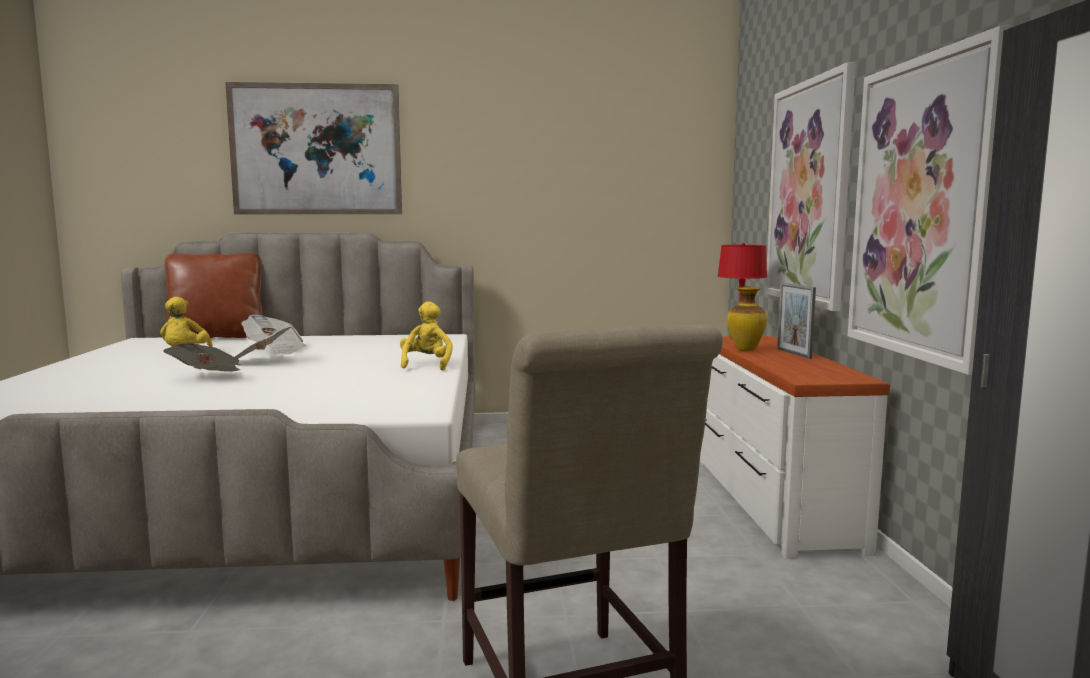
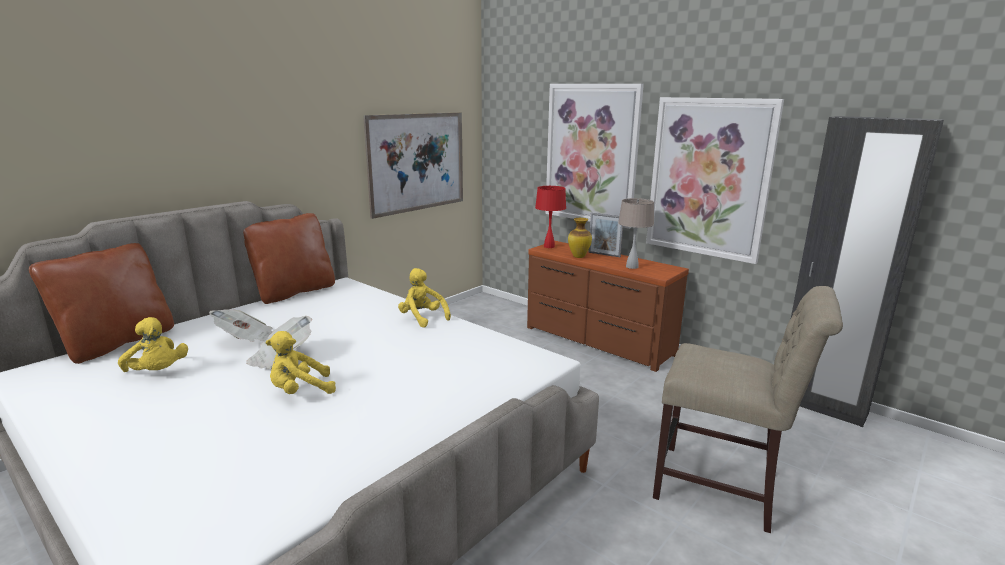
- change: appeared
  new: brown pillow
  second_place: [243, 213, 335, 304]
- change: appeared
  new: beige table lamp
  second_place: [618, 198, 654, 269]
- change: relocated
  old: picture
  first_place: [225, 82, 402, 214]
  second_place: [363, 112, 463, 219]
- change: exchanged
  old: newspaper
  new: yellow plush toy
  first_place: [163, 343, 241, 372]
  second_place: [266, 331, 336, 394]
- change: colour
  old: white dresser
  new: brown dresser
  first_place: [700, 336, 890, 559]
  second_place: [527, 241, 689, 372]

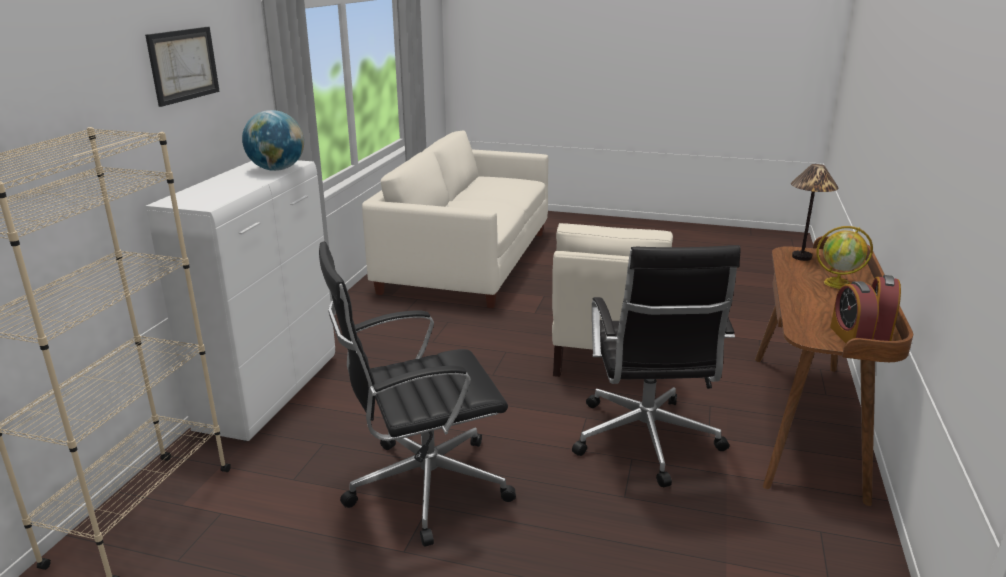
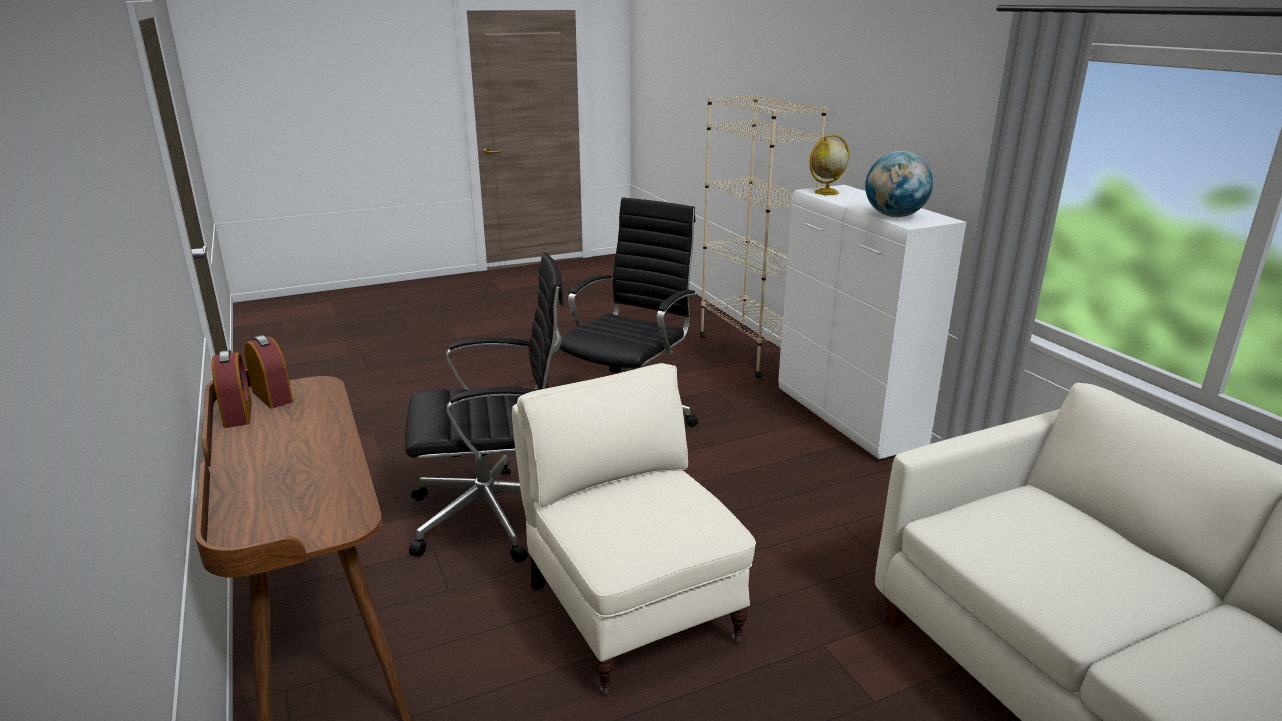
- change: missing
  old: picture
  first_place: [145, 27, 220, 107]
- change: missing
  old: table lamp
  first_place: [791, 164, 838, 261]
- change: relocated
  old: globe
  first_place: [816, 226, 873, 289]
  second_place: [810, 134, 849, 195]
- change: spun
  old: black office chair
  first_place: [572, 245, 741, 487]
  second_place: [405, 252, 564, 563]
  degrees: 120

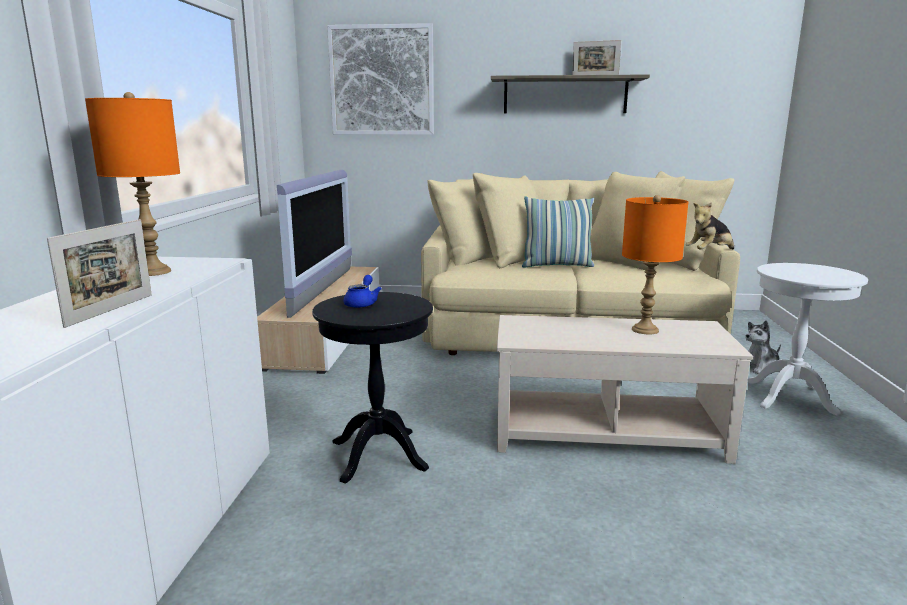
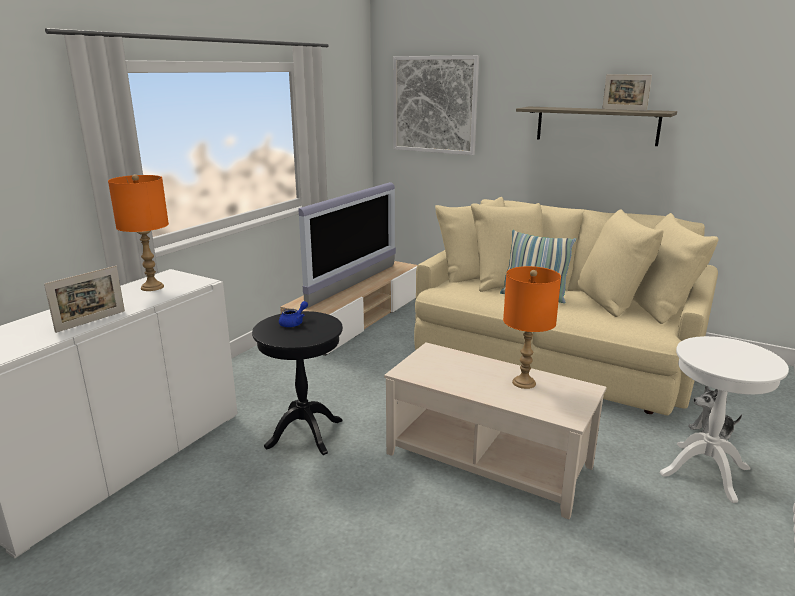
- change: missing
  old: plush toy
  first_place: [686, 202, 734, 250]

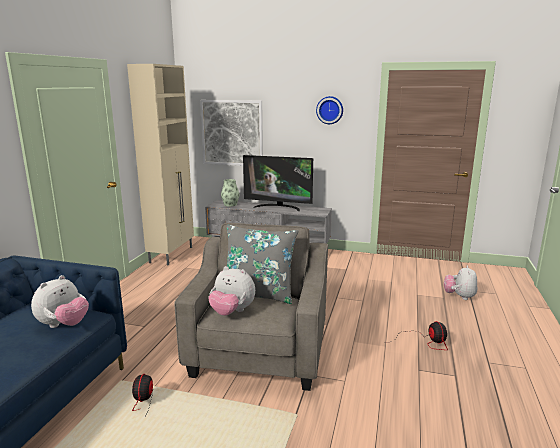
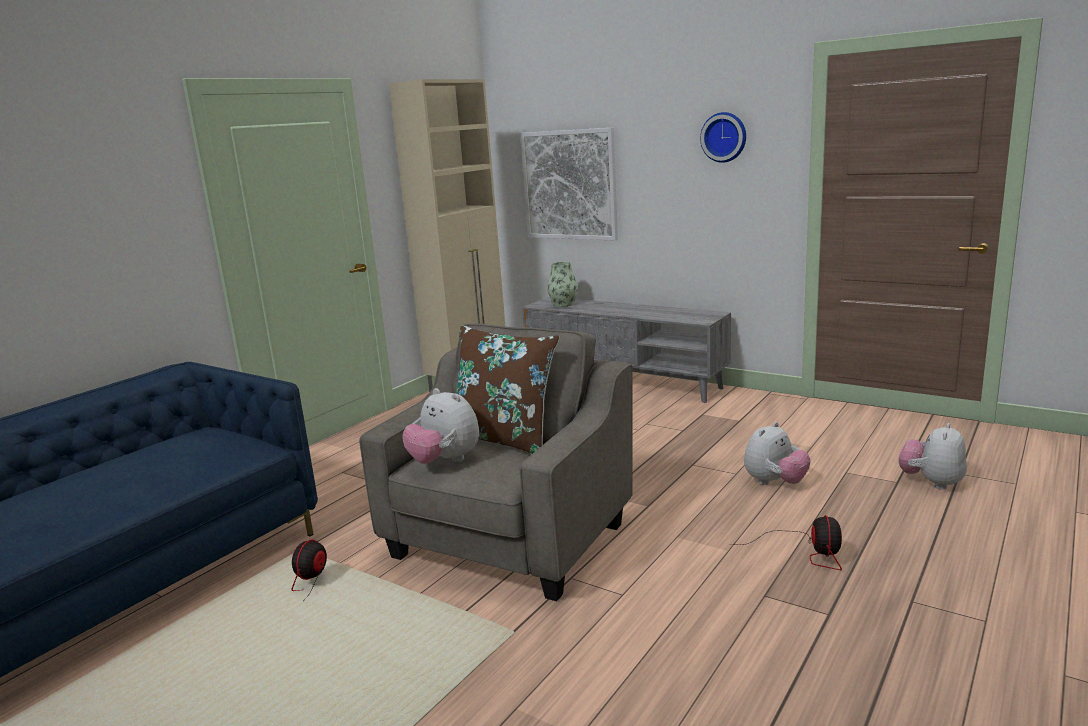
- change: missing
  old: television
  first_place: [243, 155, 313, 211]
- change: relocated
  old: plush toy
  first_place: [31, 275, 89, 328]
  second_place: [744, 422, 810, 485]
- change: colour
  old: grey pillow
  new: brown pillow
  first_place: [227, 225, 299, 304]
  second_place: [456, 325, 559, 454]

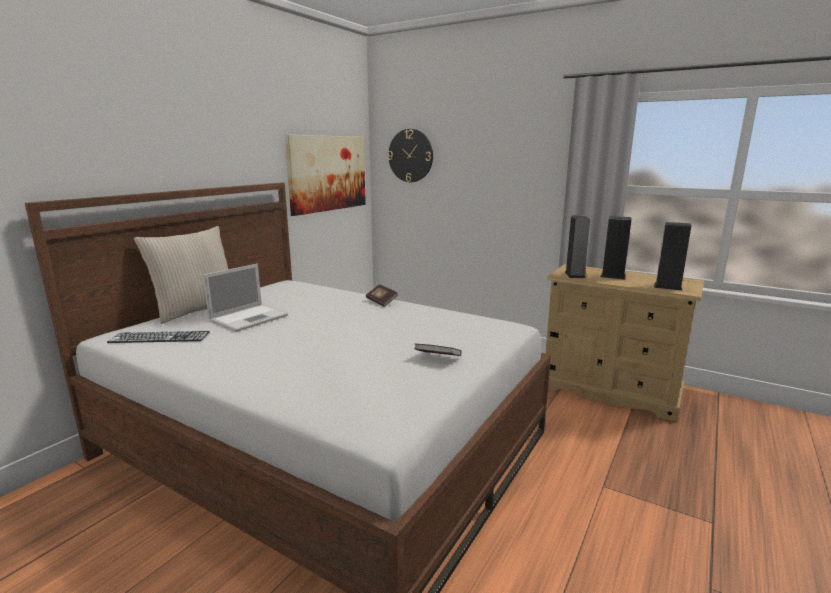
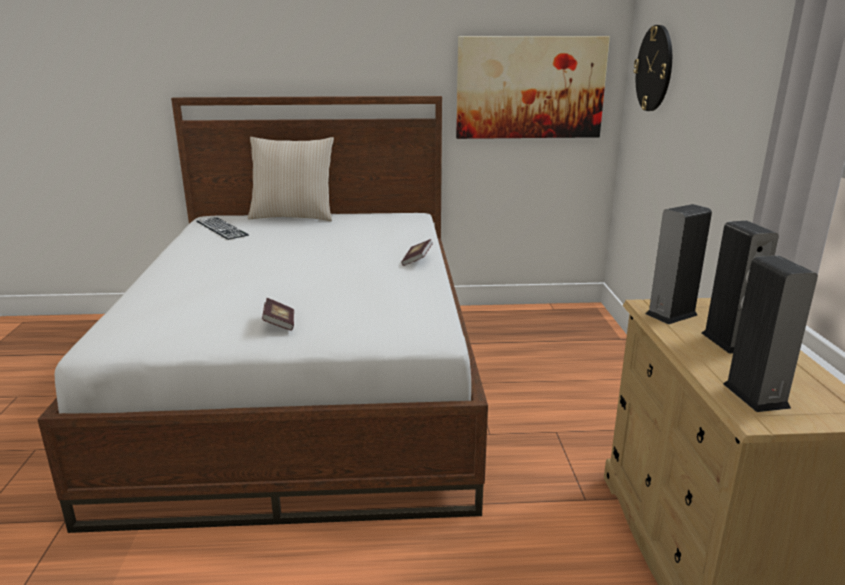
- change: missing
  old: laptop
  first_place: [203, 264, 288, 332]

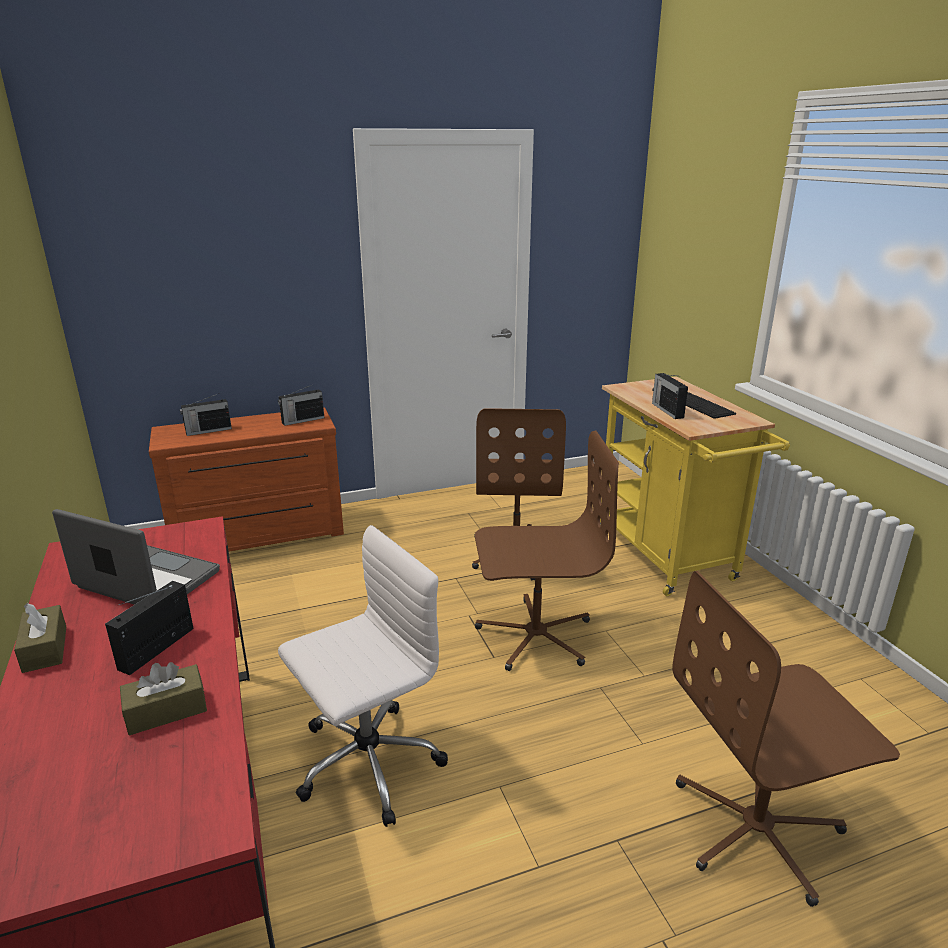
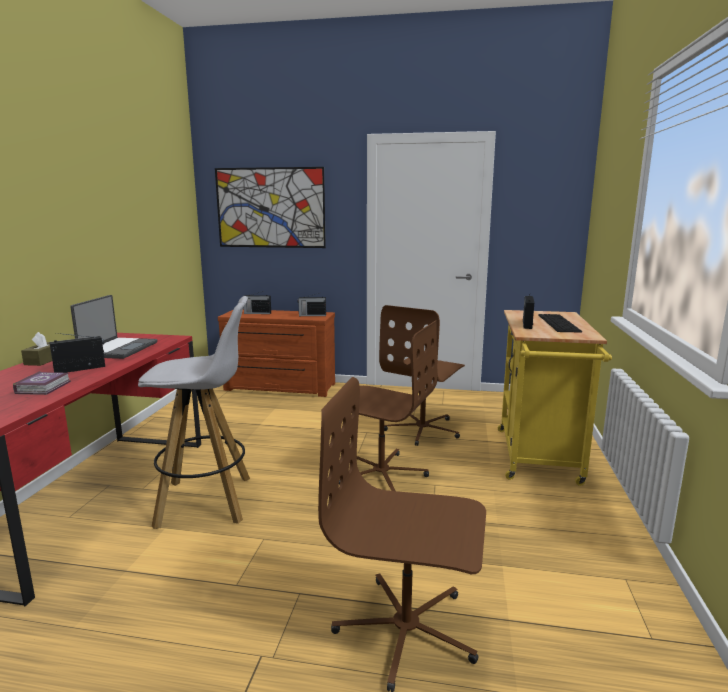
- change: appeared
  new: picture
  second_place: [215, 167, 326, 248]
- change: exchanged
  old: brown tissue box
  new: book
  first_place: [120, 662, 207, 735]
  second_place: [13, 371, 71, 395]
- change: exchanged
  old: white office chair
  new: white stool
  first_place: [278, 525, 448, 827]
  second_place: [138, 296, 250, 529]
- change: spun
  old: laptop
  first_place: [52, 509, 220, 605]
  second_place: [70, 295, 158, 359]
  degrees: 45

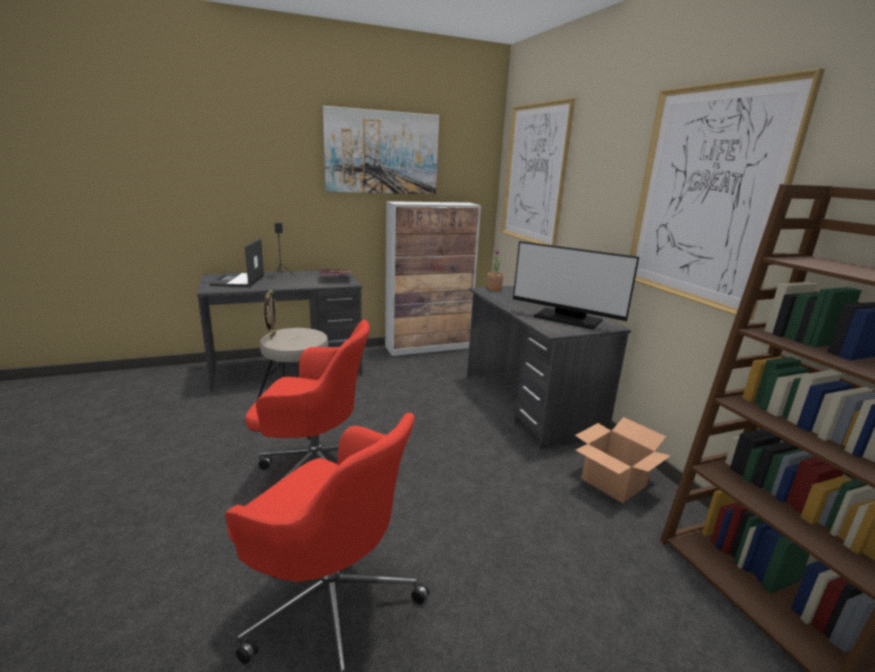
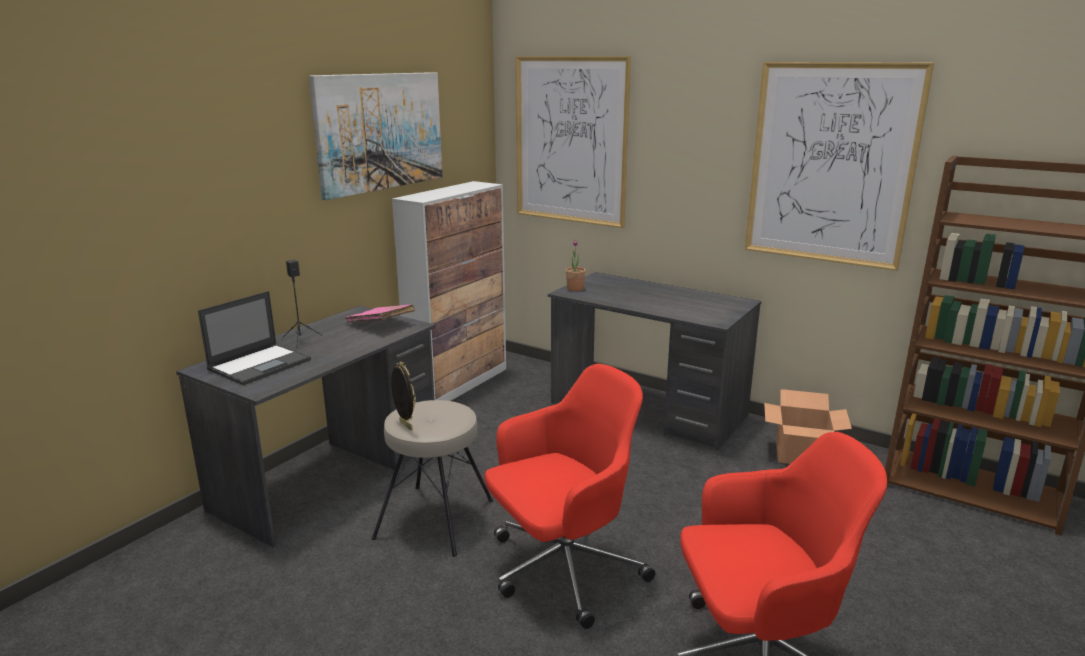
- change: missing
  old: monitor
  first_place: [513, 241, 639, 329]
- change: spun
  old: laptop
  first_place: [209, 238, 265, 287]
  second_place: [198, 291, 311, 385]
  degrees: -105

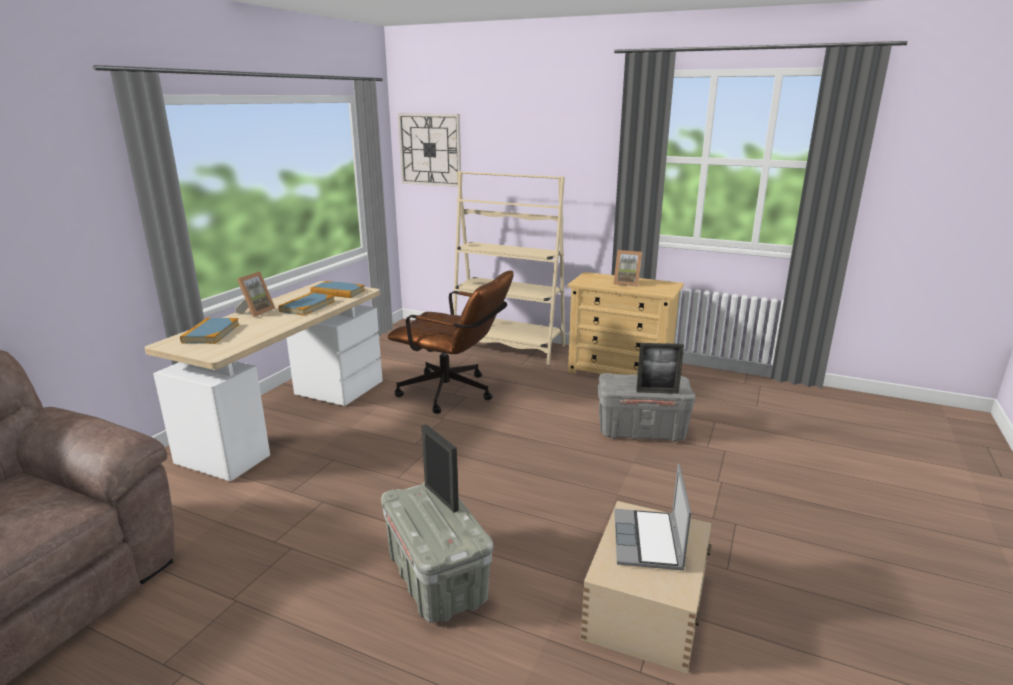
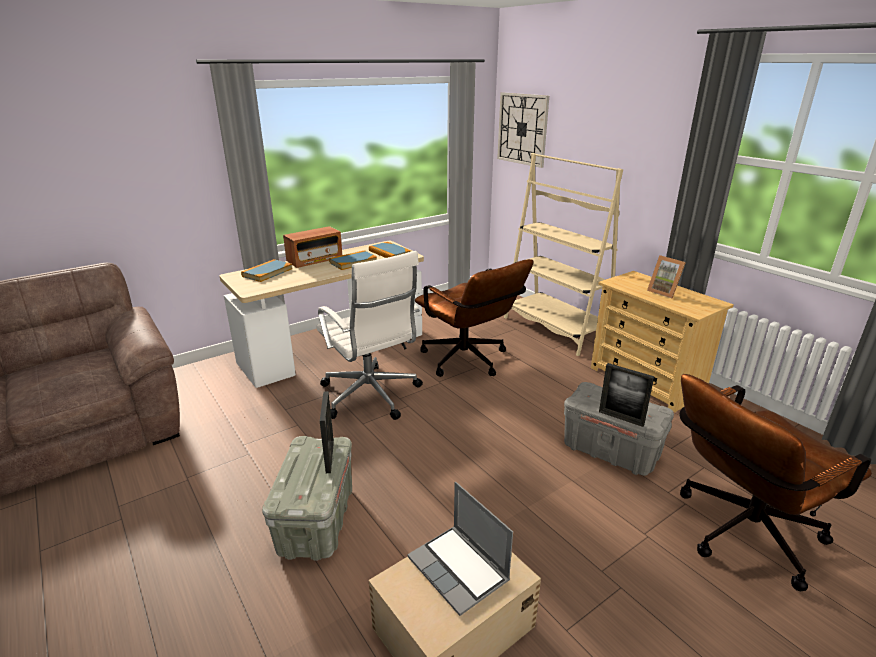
- change: appeared
  new: white office chair
  second_place: [316, 251, 423, 420]
- change: appeared
  new: brown office chair
  second_place: [680, 374, 872, 591]
- change: exchanged
  old: picture frame
  new: radio
  first_place: [235, 271, 275, 317]
  second_place: [283, 226, 342, 268]
- change: spun
  old: laptop
  first_place: [614, 463, 691, 570]
  second_place: [407, 482, 513, 616]
  degrees: -75

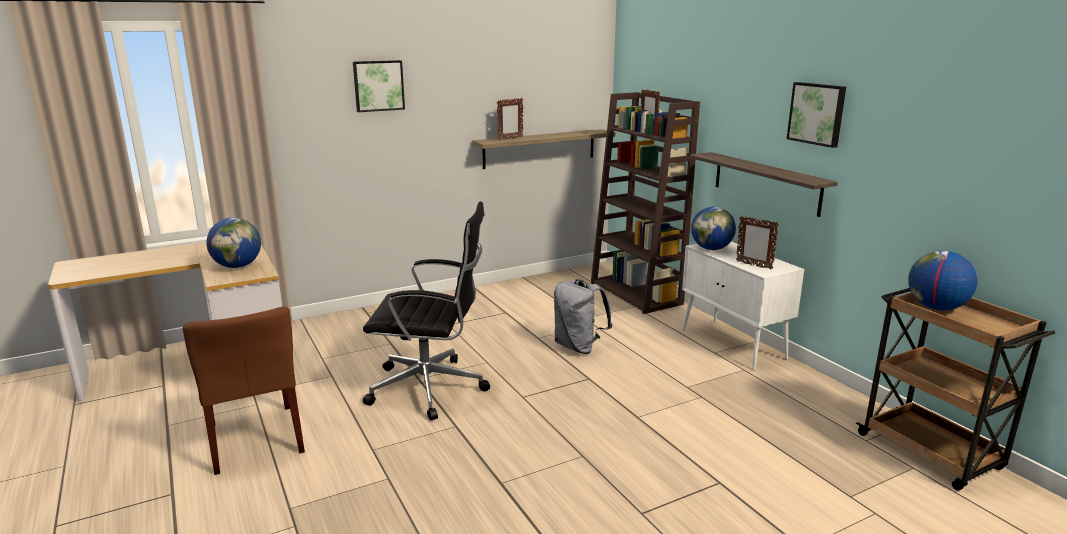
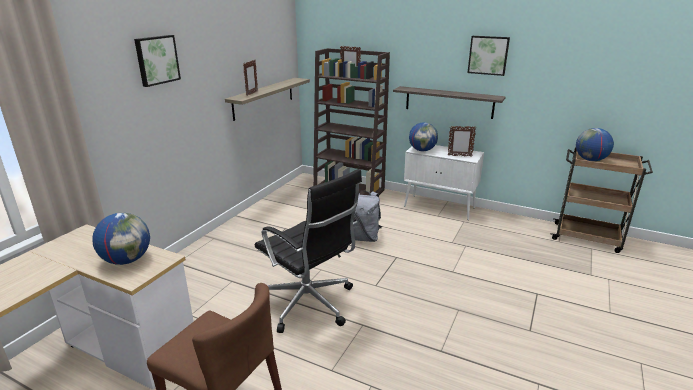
- change: spun
  old: black office chair
  first_place: [363, 201, 490, 420]
  second_place: [255, 169, 362, 333]
  degrees: 75

